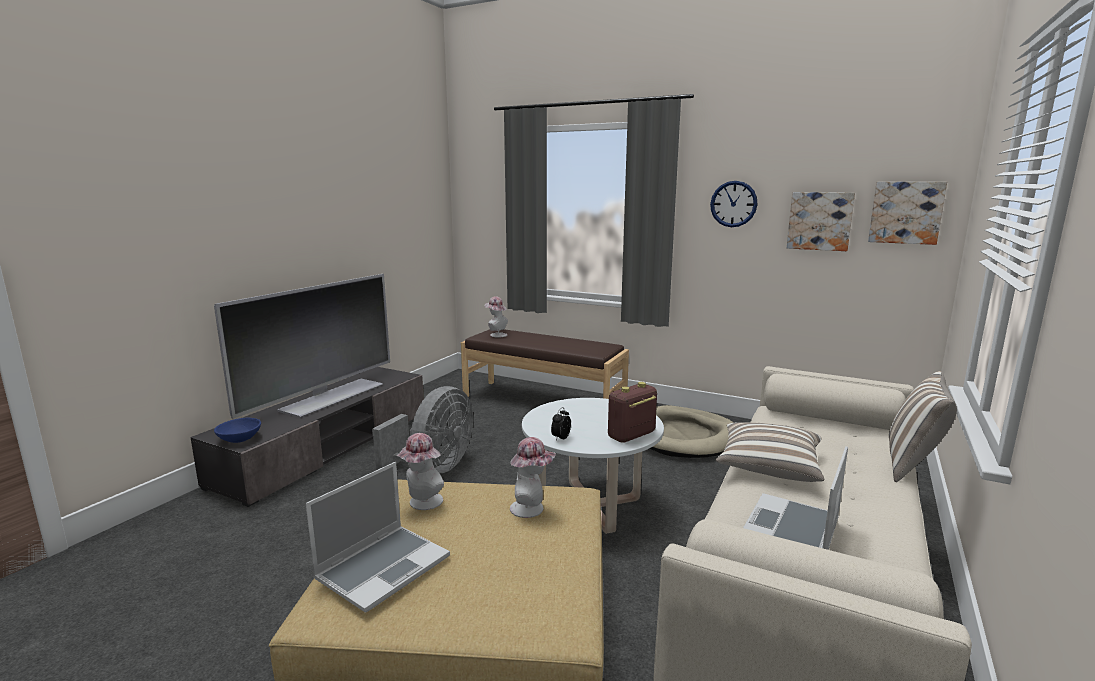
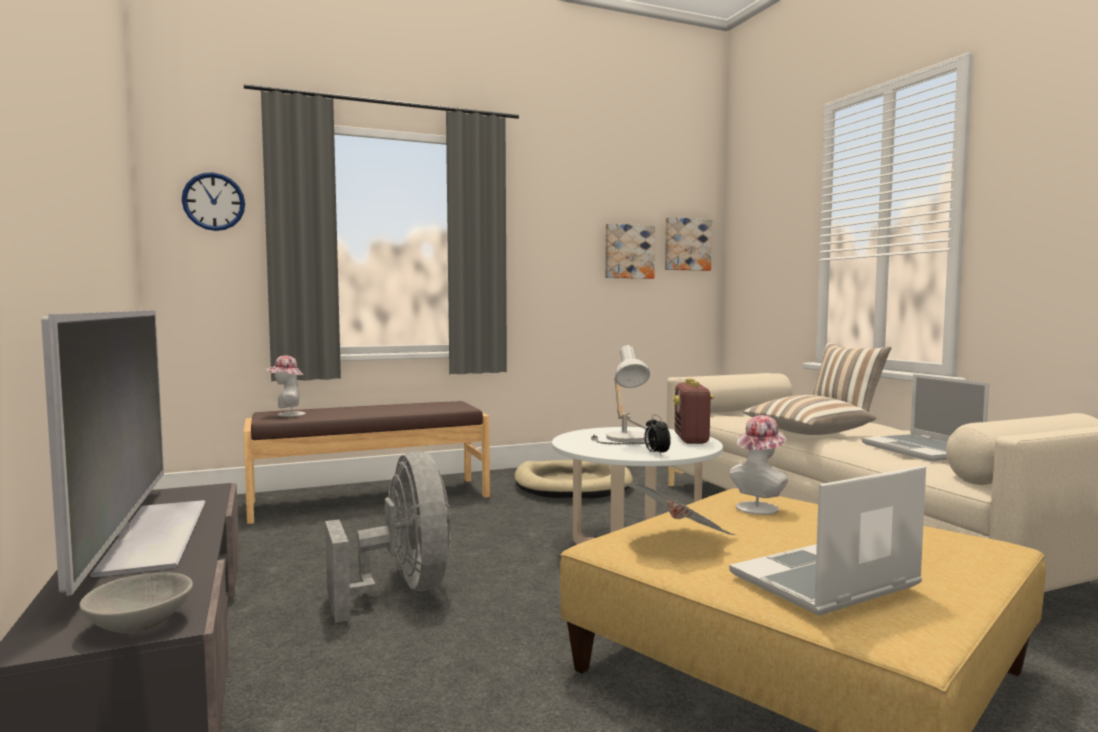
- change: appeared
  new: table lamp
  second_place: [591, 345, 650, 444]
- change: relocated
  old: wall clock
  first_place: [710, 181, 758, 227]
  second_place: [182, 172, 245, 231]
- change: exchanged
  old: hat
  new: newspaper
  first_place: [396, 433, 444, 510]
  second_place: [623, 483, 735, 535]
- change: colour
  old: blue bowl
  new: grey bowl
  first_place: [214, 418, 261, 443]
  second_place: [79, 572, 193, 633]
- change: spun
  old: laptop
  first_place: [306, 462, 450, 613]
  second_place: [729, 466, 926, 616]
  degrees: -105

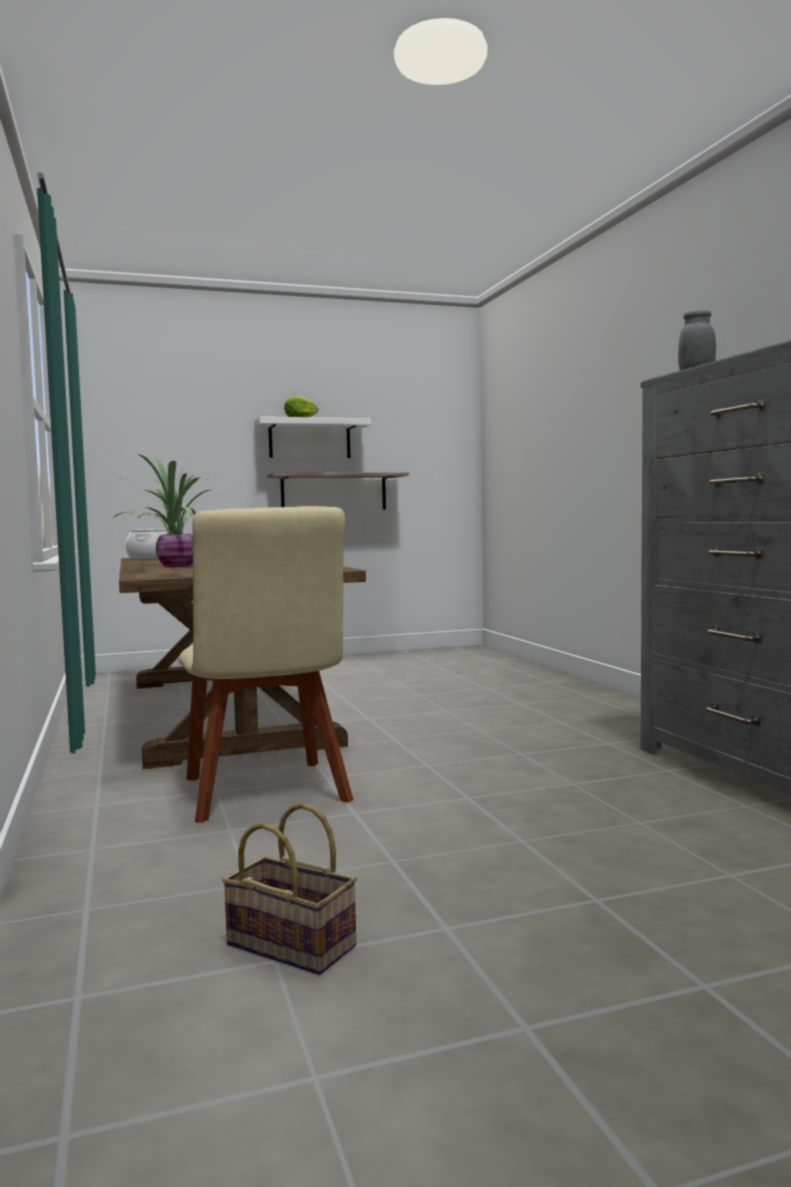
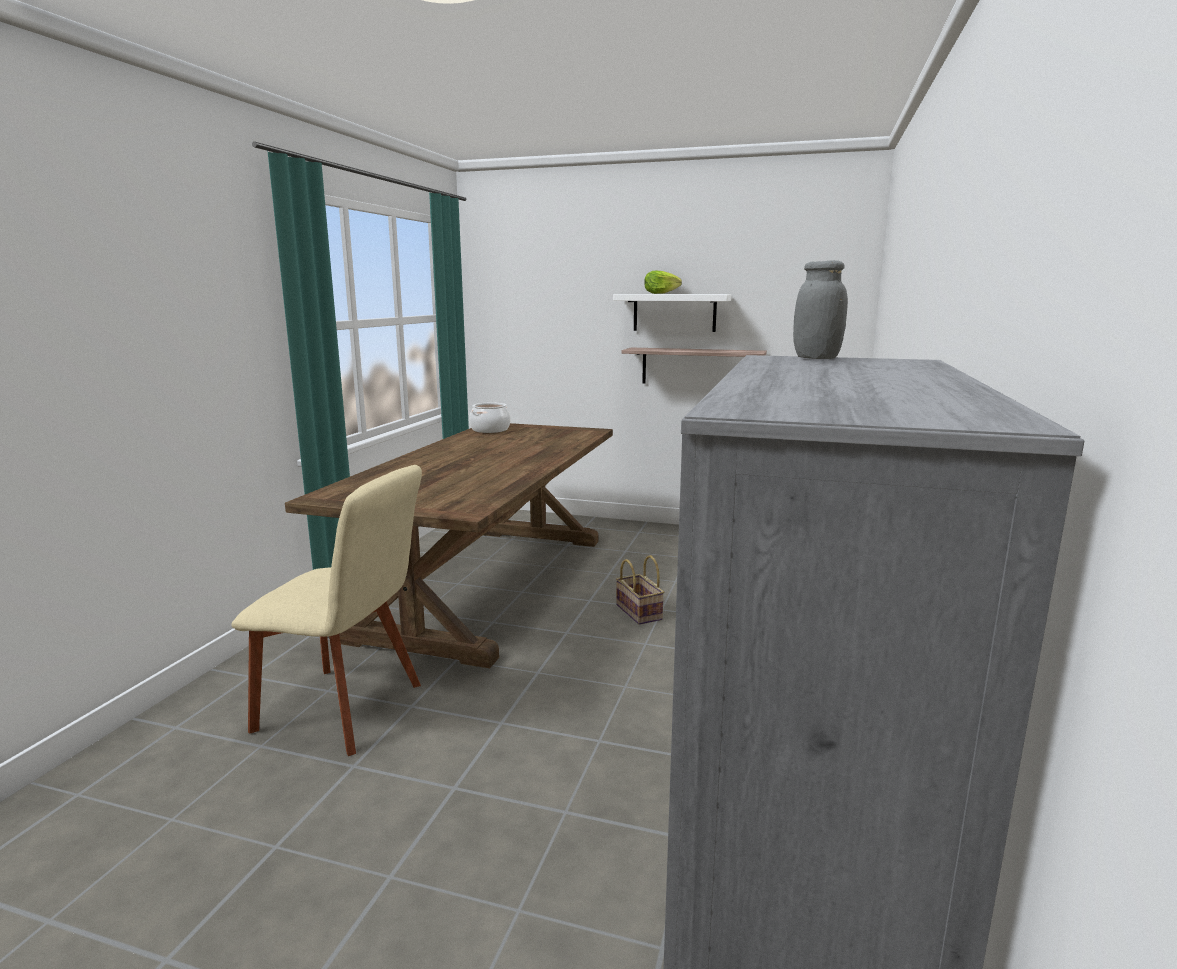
- change: missing
  old: potted plant
  first_place: [112, 454, 209, 567]
- change: relocated
  old: basket
  first_place: [222, 803, 357, 975]
  second_place: [616, 555, 664, 625]
- change: spun
  old: beige chair
  first_place: [178, 506, 353, 823]
  second_place: [231, 465, 422, 756]
  degrees: -90

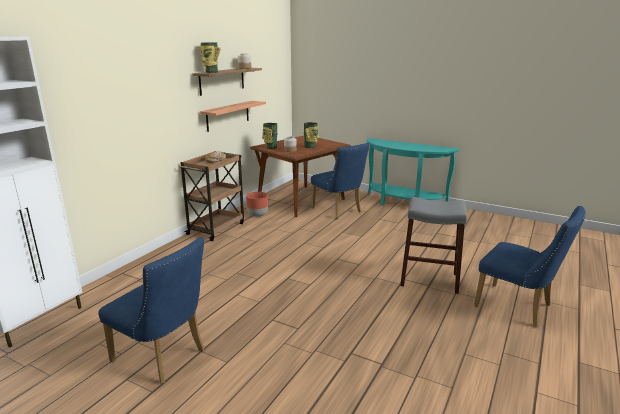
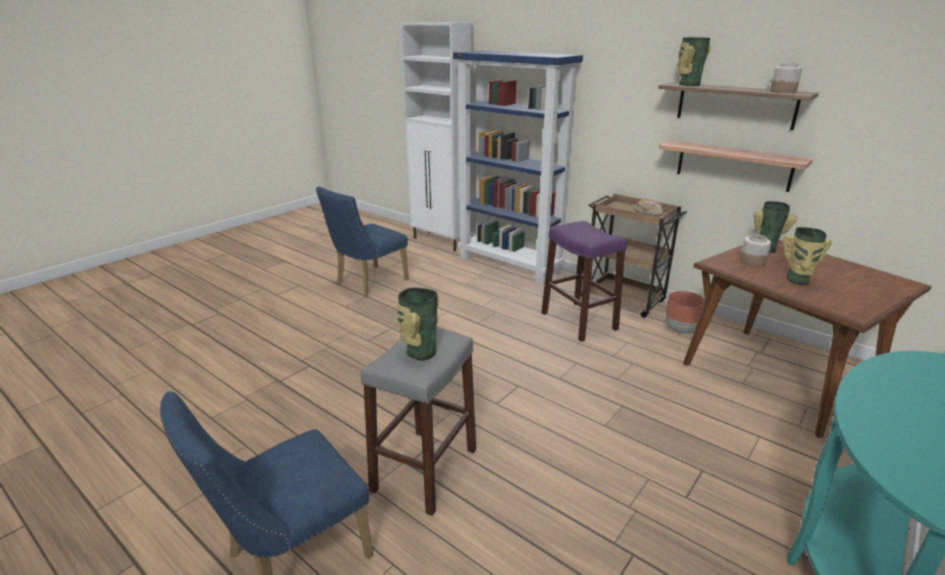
- change: missing
  old: blue chair
  first_place: [311, 143, 370, 219]
- change: appeared
  new: vase
  second_place: [397, 288, 439, 361]
- change: appeared
  new: blue bookcase
  second_place: [453, 50, 583, 285]
- change: appeared
  new: purple stool
  second_place: [541, 221, 627, 342]

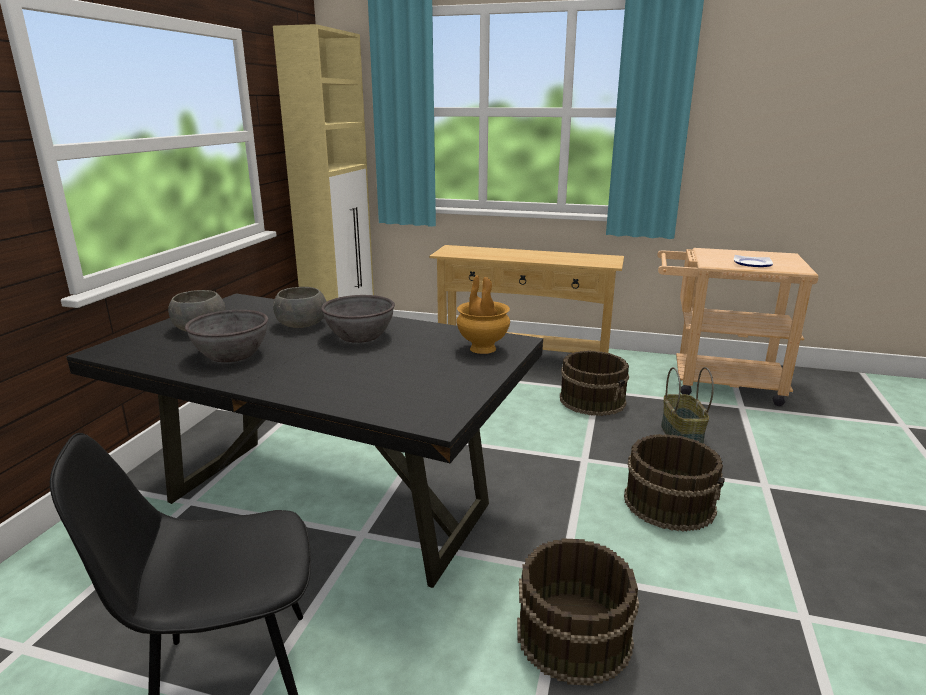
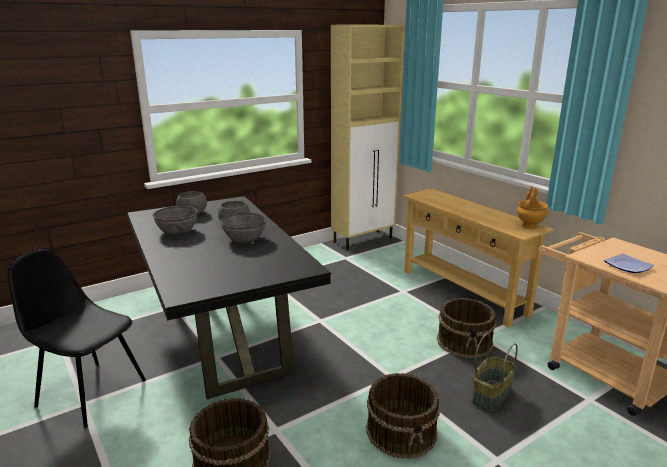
- change: relocated
  old: brown vase
  first_place: [456, 275, 510, 354]
  second_place: [517, 186, 548, 229]

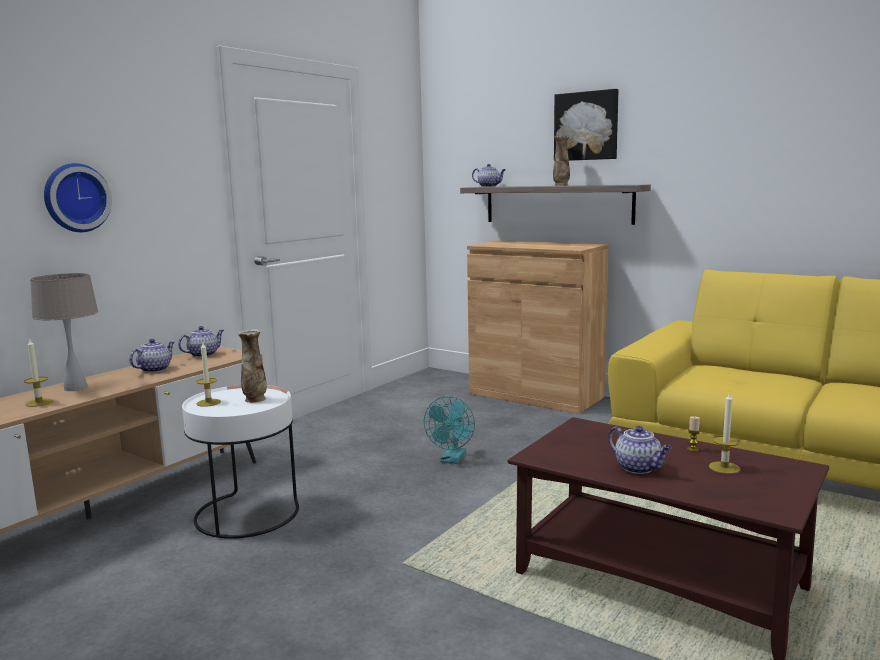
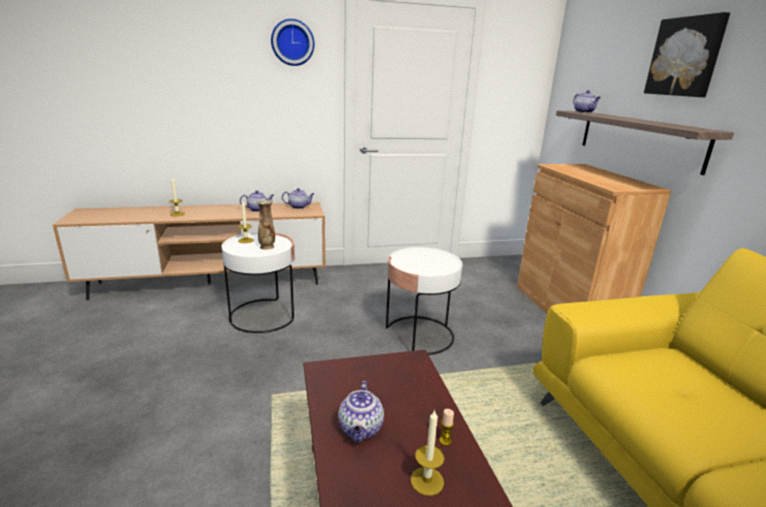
- change: missing
  old: beige table lamp
  first_place: [30, 273, 98, 391]
- change: missing
  old: vase
  first_place: [553, 136, 570, 186]
- change: relocated
  old: wall clock
  first_place: [44, 163, 112, 232]
  second_place: [271, 19, 314, 66]
- change: exchanged
  old: turquoise fan
  new: white side table
  first_place: [424, 396, 475, 464]
  second_place: [386, 247, 462, 355]

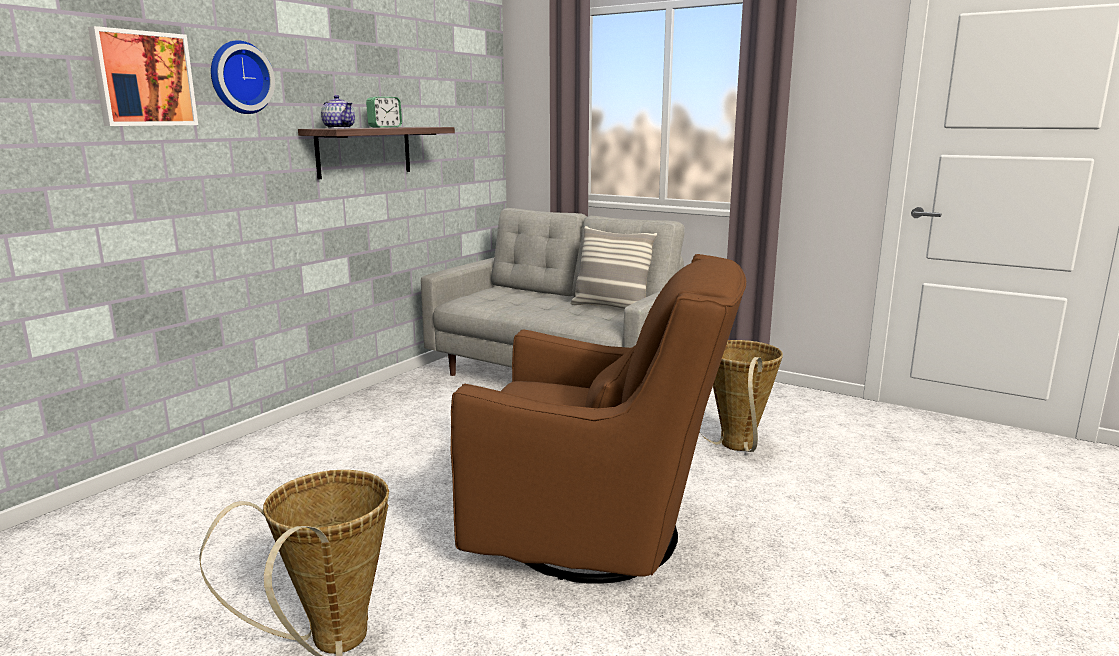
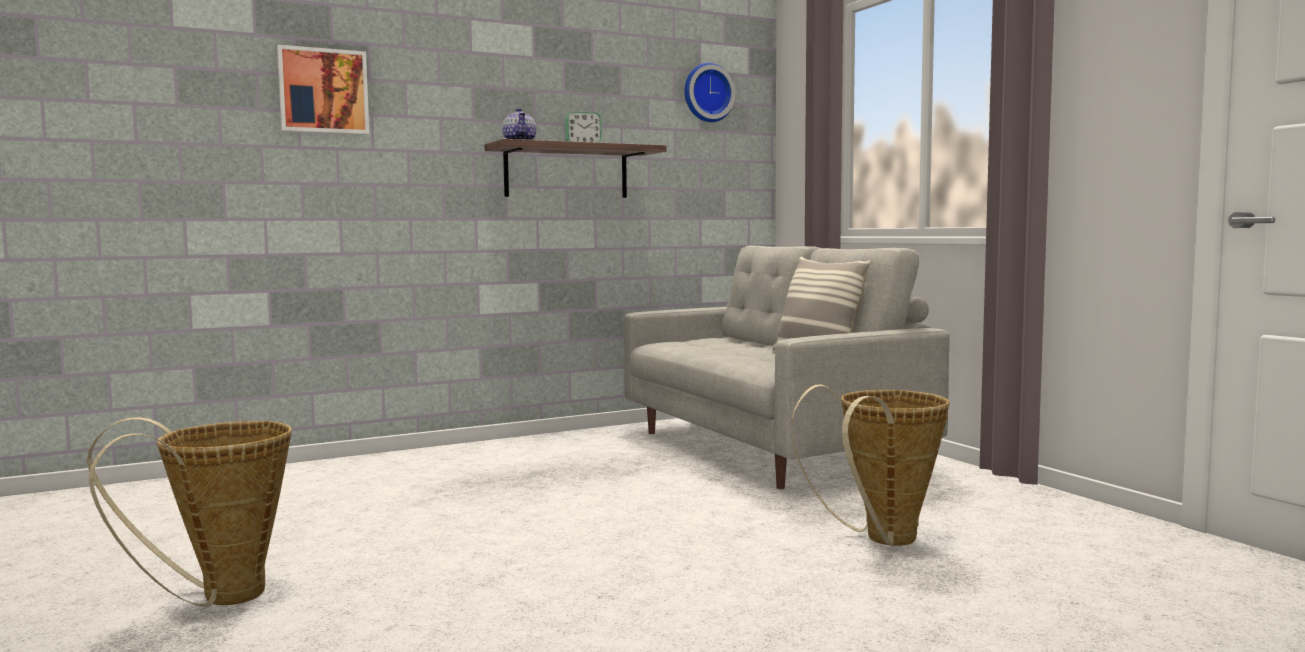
- change: missing
  old: brown armchair
  first_place: [451, 254, 746, 584]
- change: relocated
  old: wall clock
  first_place: [211, 40, 275, 114]
  second_place: [684, 63, 735, 122]

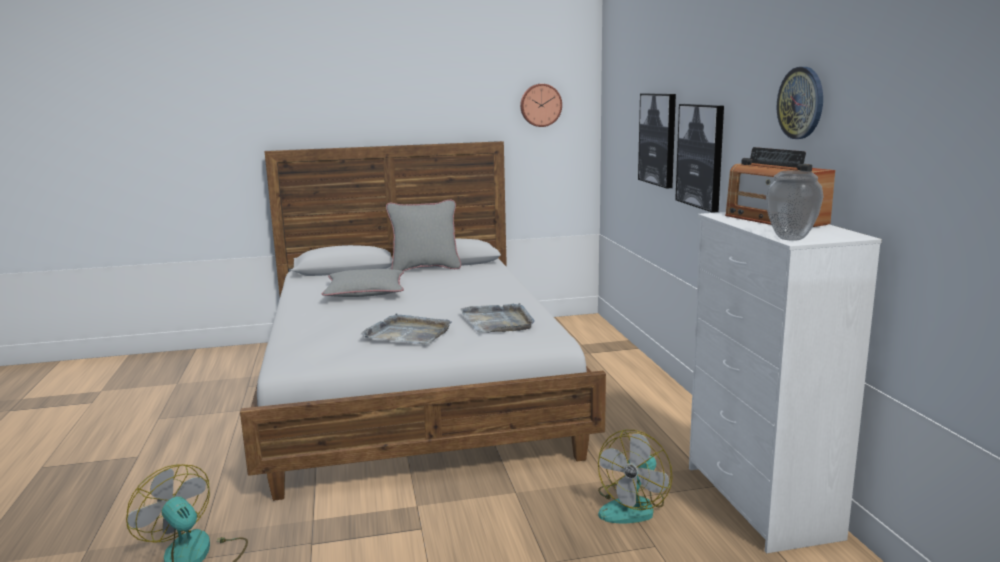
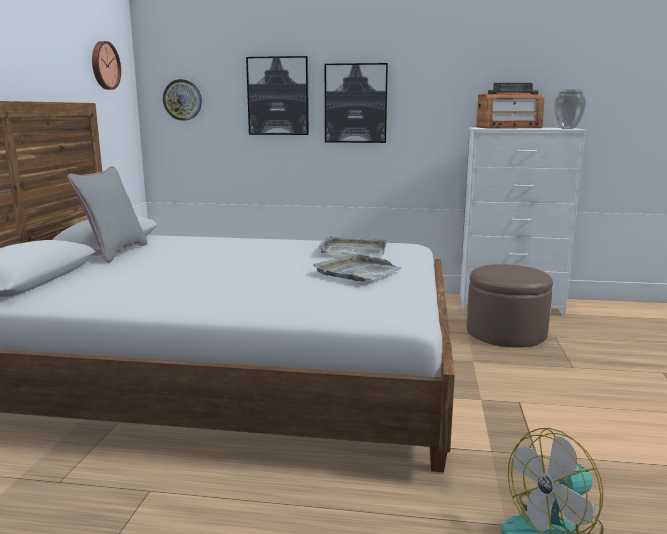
- change: missing
  old: grey pillow
  first_place: [322, 269, 404, 297]
- change: relocated
  old: wall clock
  first_place: [777, 67, 823, 139]
  second_place: [163, 79, 202, 121]
- change: exchanged
  old: fan
  new: brown ottoman
  first_place: [598, 430, 673, 523]
  second_place: [467, 264, 553, 348]

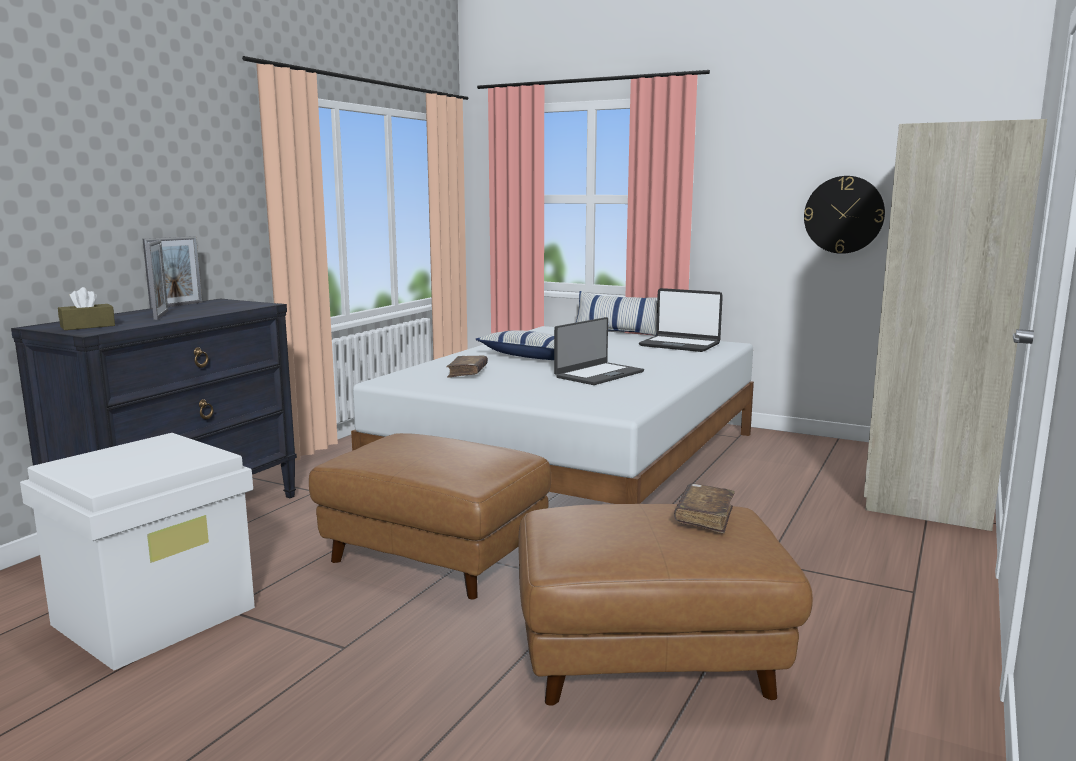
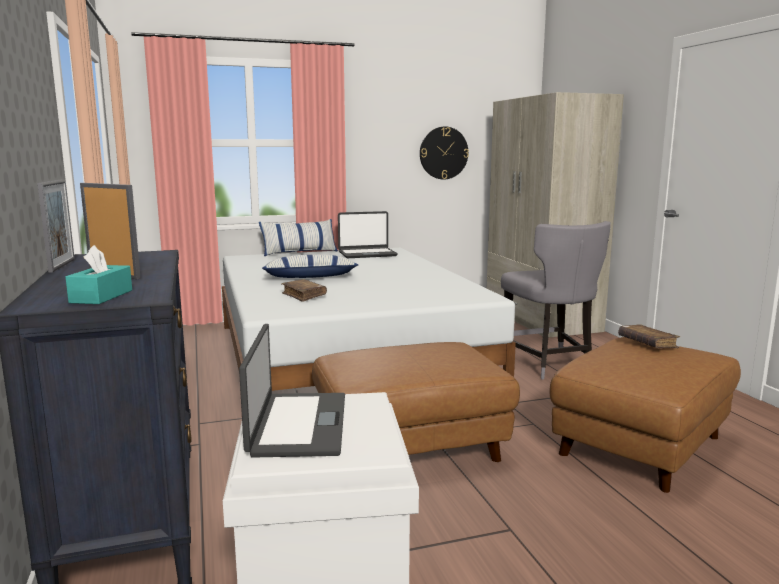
- change: appeared
  new: grey chair
  second_place: [501, 221, 611, 380]
- change: relocated
  old: laptop
  first_place: [554, 317, 644, 385]
  second_place: [239, 324, 345, 458]
- change: colour
  old: brown tissue box
  new: turquoise tissue box
  first_place: [58, 287, 115, 330]
  second_place: [65, 245, 132, 304]

